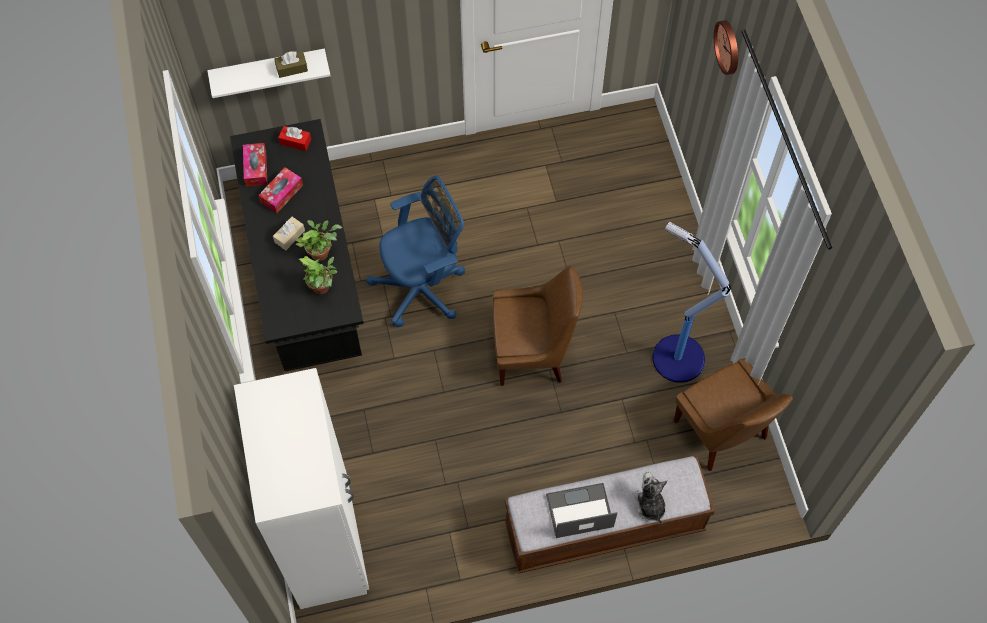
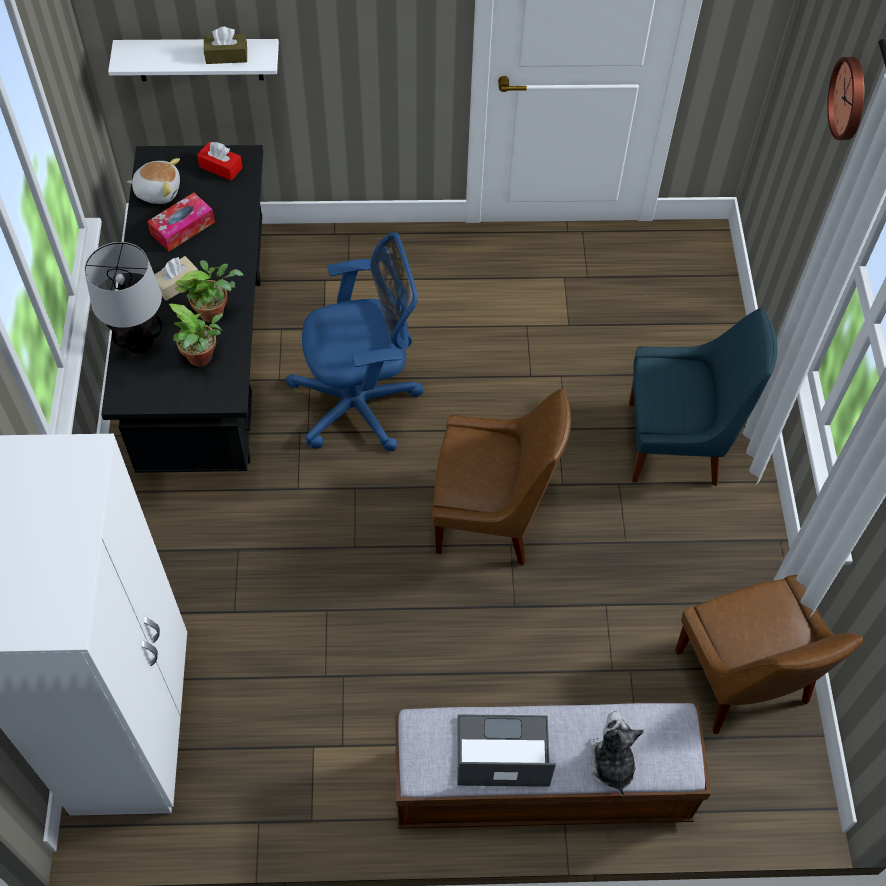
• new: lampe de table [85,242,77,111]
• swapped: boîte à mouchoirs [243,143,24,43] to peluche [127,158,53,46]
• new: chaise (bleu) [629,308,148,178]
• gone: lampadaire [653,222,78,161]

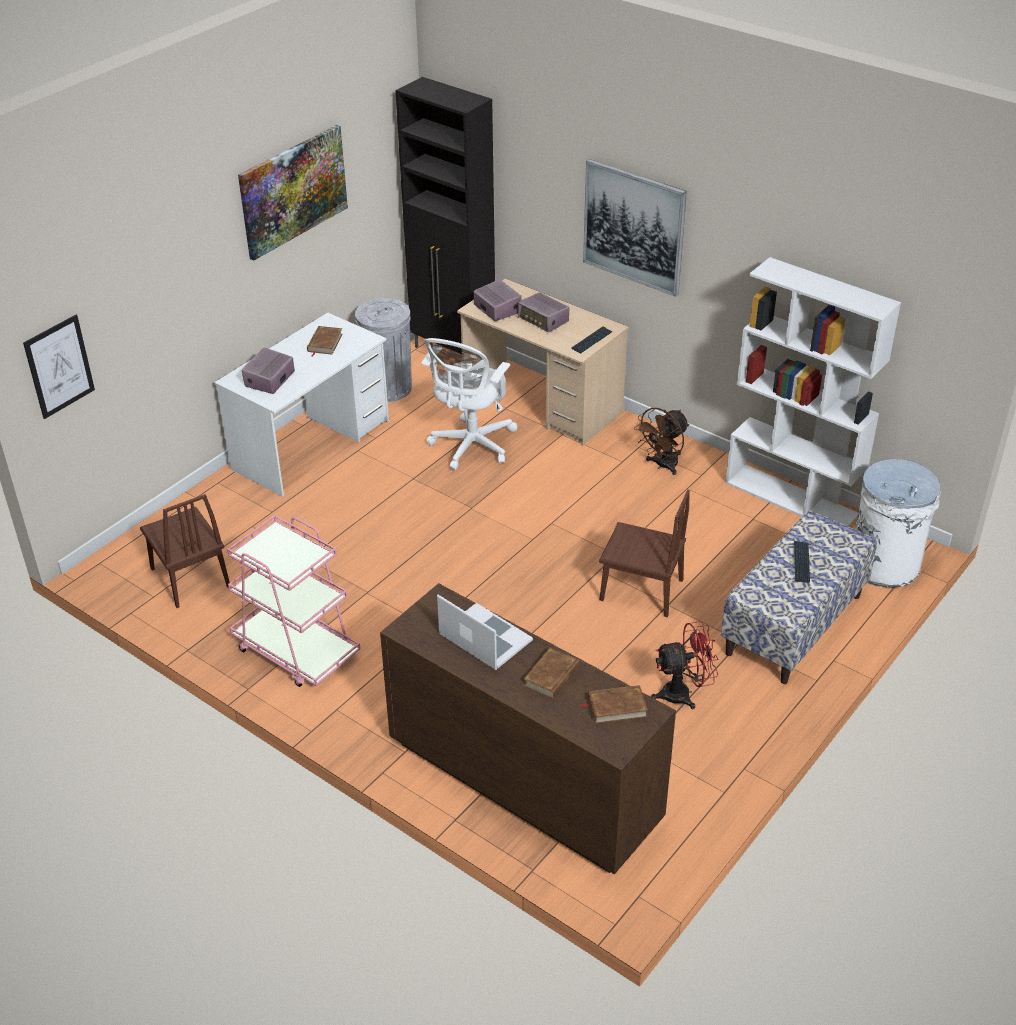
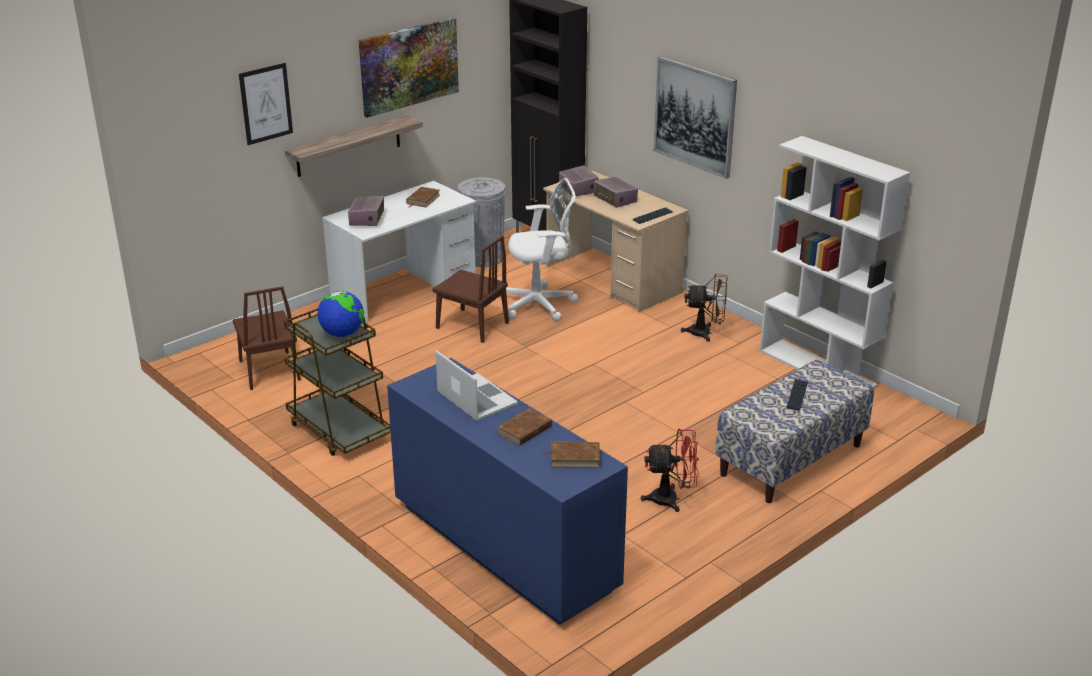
• shifted: tableau [23,315,72,104] to [239,63,54,82]
• repainted: chariot (rose) [227,515,133,172] to chariot (marron) [284,308,107,148]
• new: étagère [285,115,138,62]
• new: globe [317,291,47,46]
• rotated: radio [242,348,53,46] = [348,196,36,30] 150 degrees clockwise
• repainted: commode (marron) [380,583,296,291] to commode (bleu) [387,358,241,267]
• shifted: chaise (marron) [599,490,91,127] to [432,236,77,107]
• rotated: chaise de bureau (blanc) [421,338,96,132] = [499,178,79,143] 135 degrees counterclockwise
• rotated: ventilateur (marron) [634,408,55,67] = [681,274,46,68] 135 degrees counterclockwise
• gone: poubelle (blanc) [855,459,86,129]

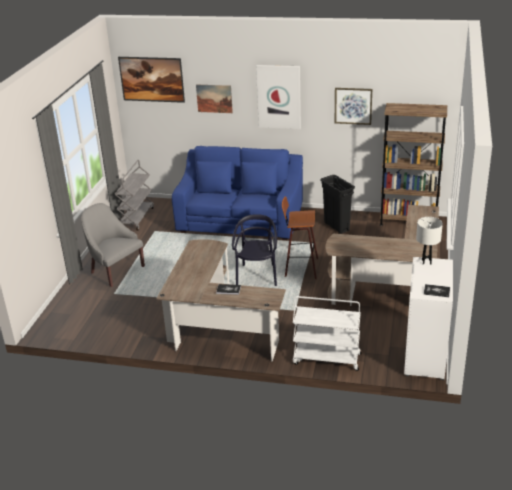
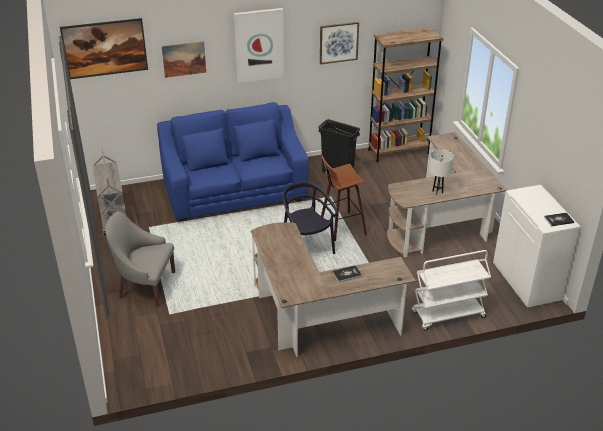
• shifted: lampe de table (blanc) [416,217,27,48] to [429,149,25,46]

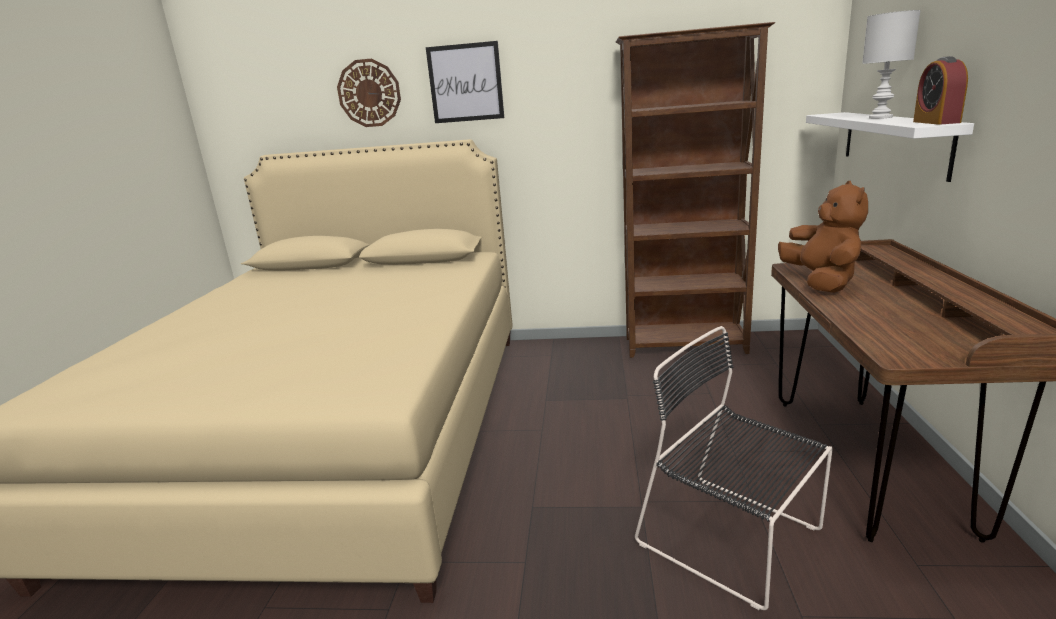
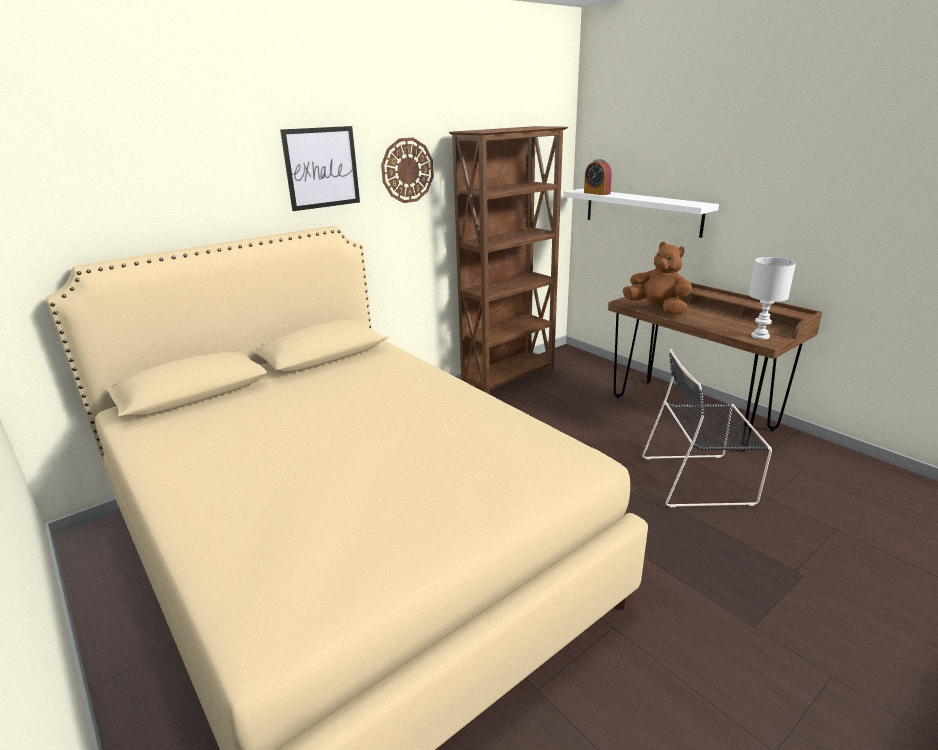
• shifted: horloge murale [337,59,64,68] to [381,138,53,65]
• shifted: réveil [913,56,55,69] to [584,159,28,36]
• shifted: lampe de table (blanc) [862,10,59,109] to [749,257,47,82]

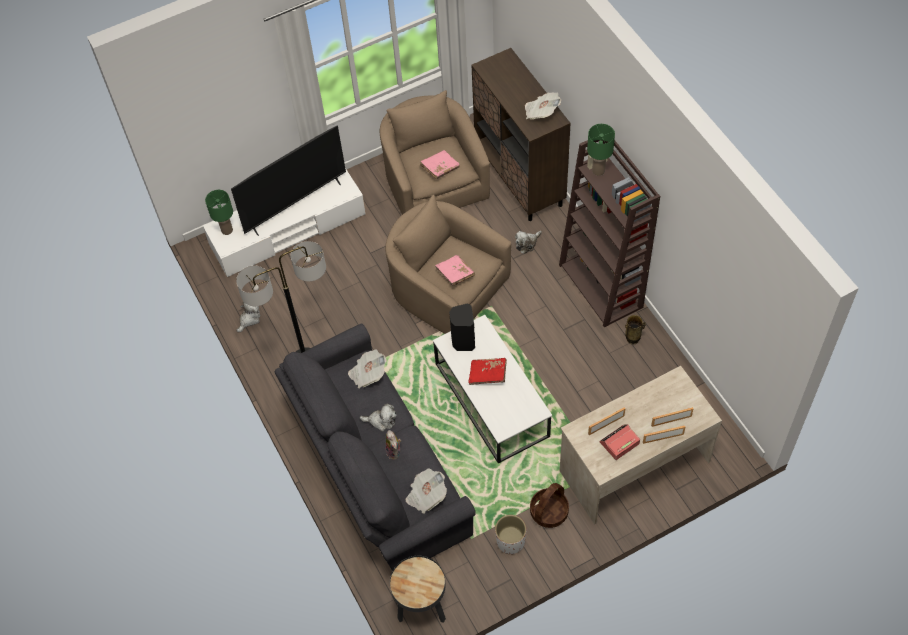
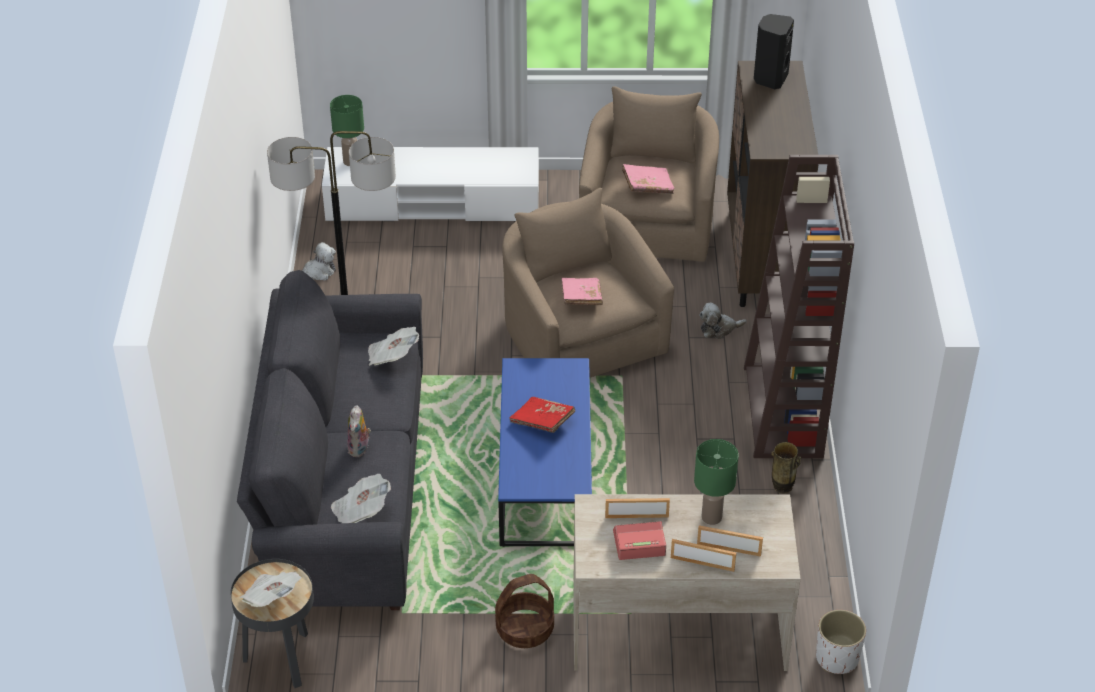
• shifted: journal [525,93,36,26] to [240,572,61,35]
• repainted: table basse (blanc) [433,315,119,148] to table basse (bleu) [498,358,94,189]
• shifted: lampe de table (vert) [587,124,28,52] to [694,439,45,86]
• shifted: enceinte (noir) [449,304,26,47] to [754,14,40,75]
• shifted: cache-pot (blanc) [495,515,31,39] to [816,610,50,64]
• gone: téléviseur [231,126,115,110]
• gone: peluche [360,404,37,28]

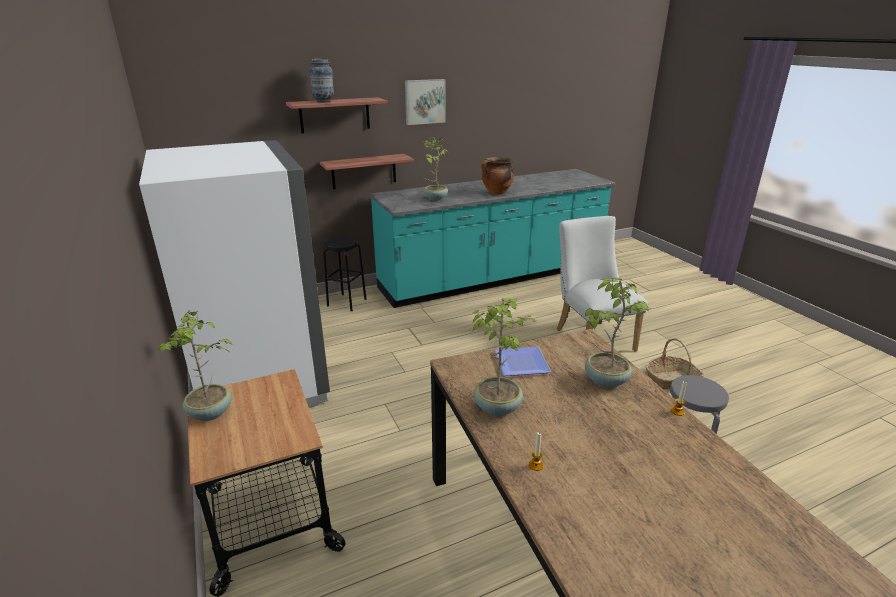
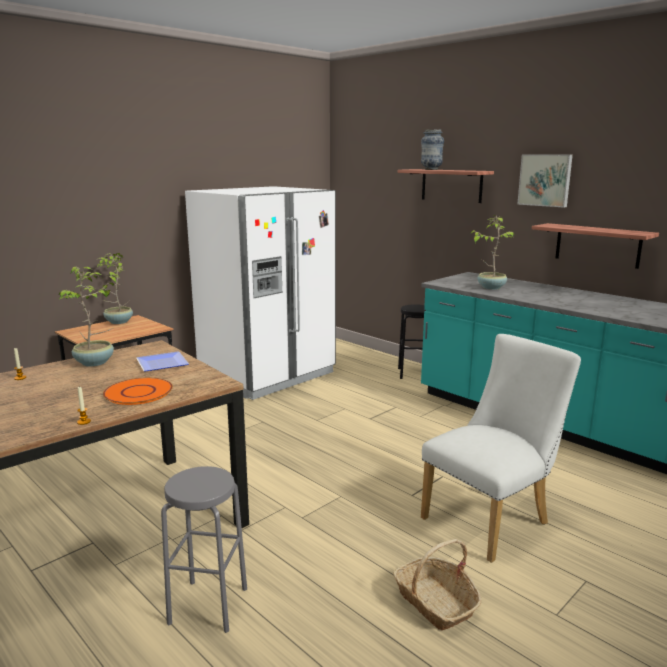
• swapped: plante en pot [585,278,64,110] to assiette (orange) [103,378,70,27]
• shifted: étagère [320,154,94,35] to [532,223,127,46]
• gone: marmite [481,157,33,38]

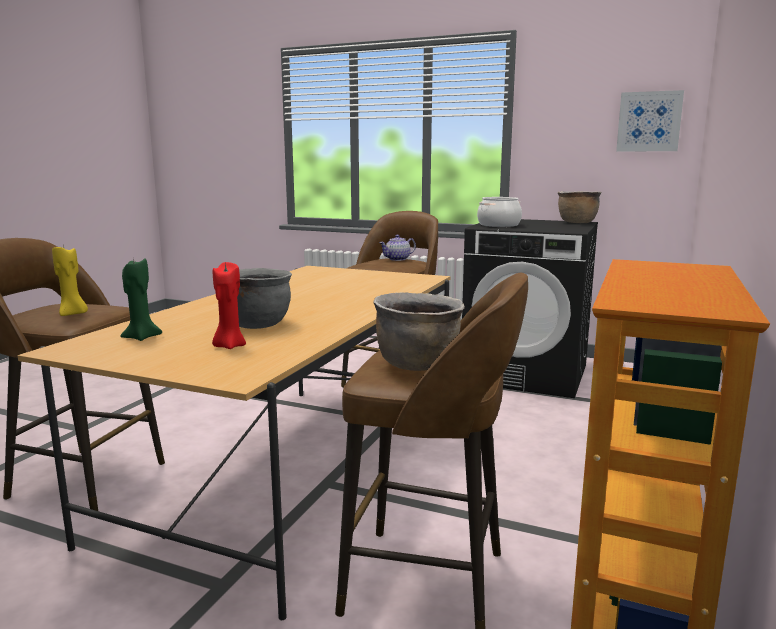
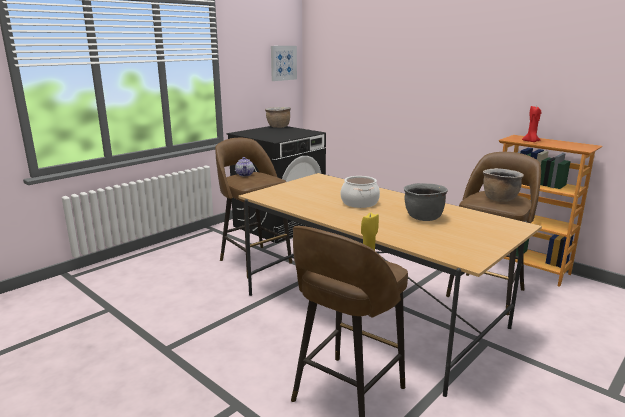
• shifted: marmite [477,197,45,30] to [341,176,39,32]
• shifted: bougie (rouge) [212,262,34,87] to [522,106,19,36]
• gone: bougie (vert) [120,257,42,84]

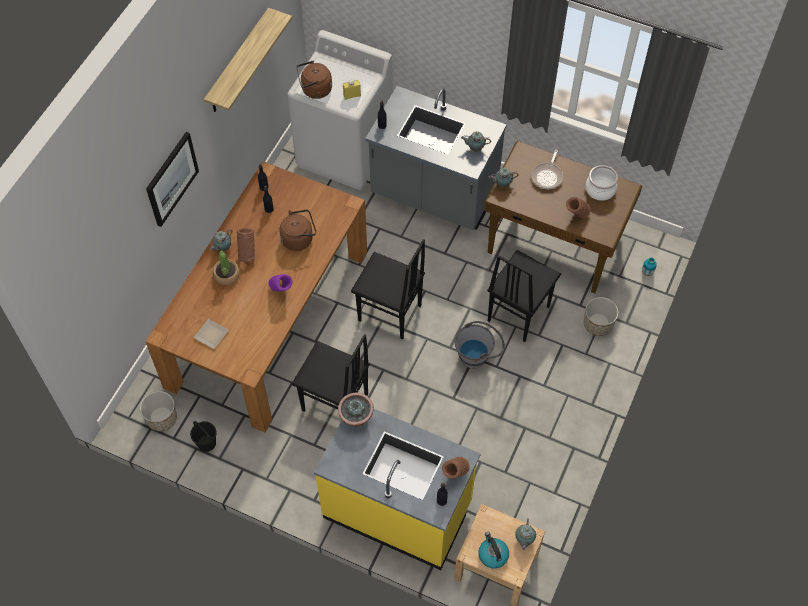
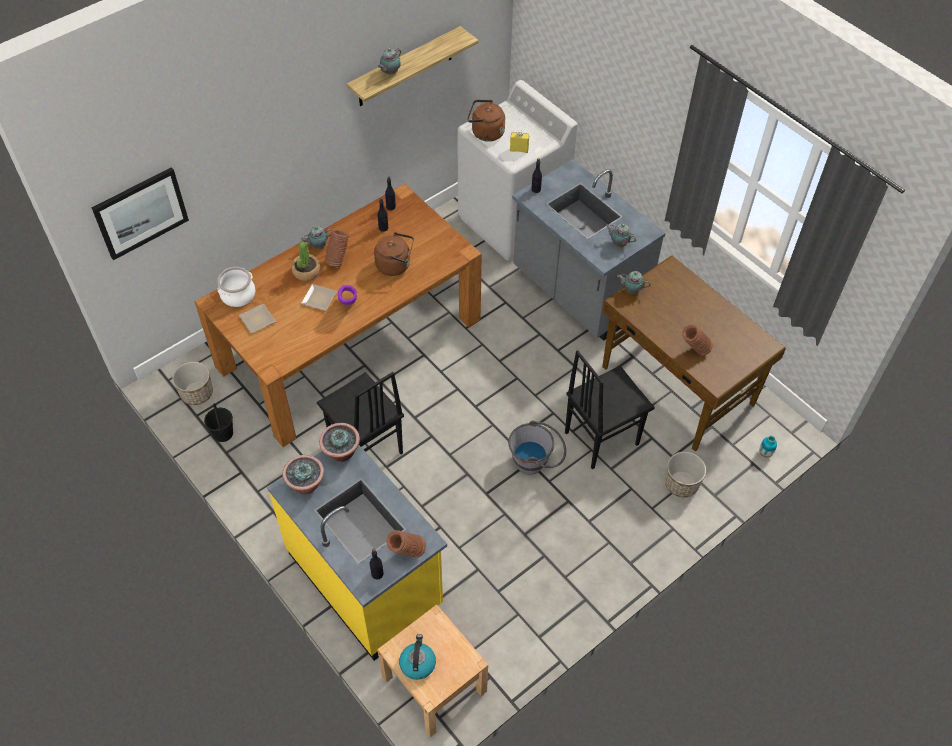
• shifted: tableau [146,132,53,95] to [92,167,97,93]
• shifted: marmite [585,165,33,36] to [217,267,38,40]
• new: plante en pot [282,455,42,40]
• new: assiette [301,284,36,27]
• shifted: théière [515,518,21,32] to [378,48,23,27]
• gone: chaise (noir) [351,239,74,101]
• gone: poêle [531,150,32,39]

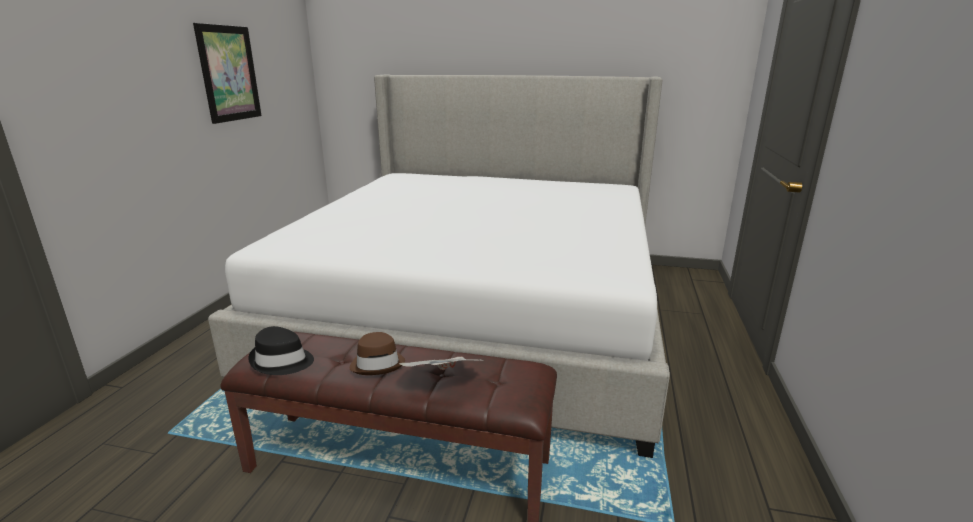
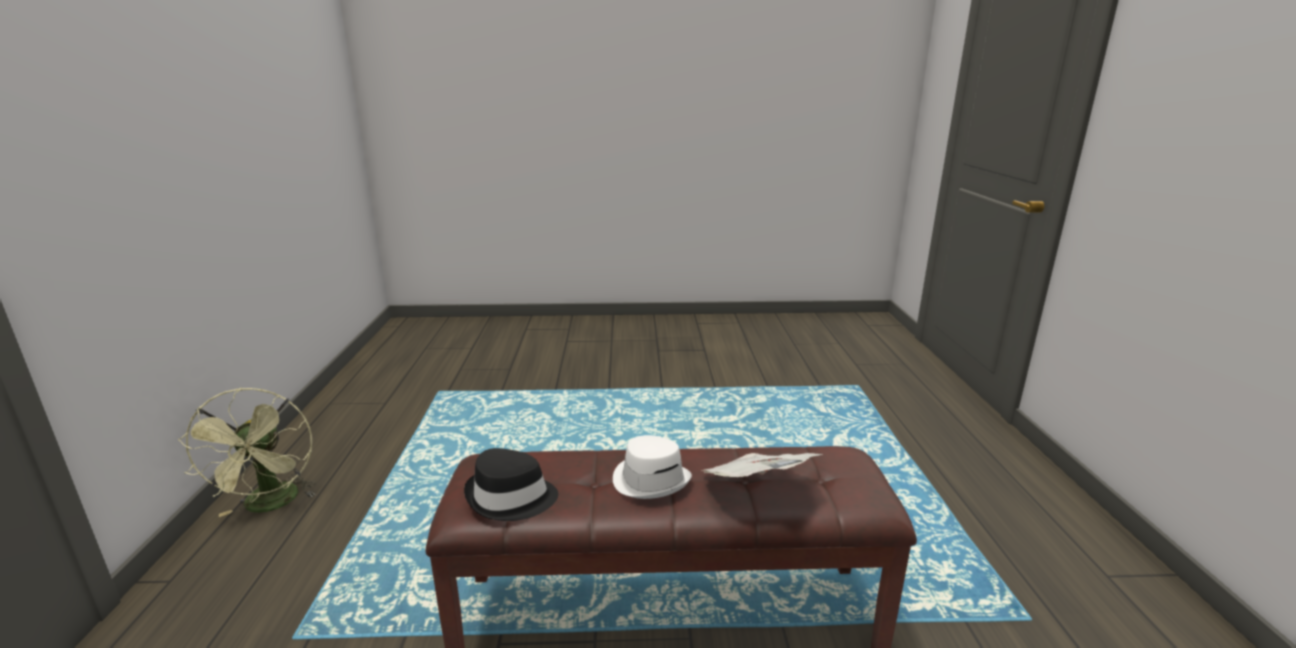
• new: ventilateur (vert) [178,388,138,129]
• repainted: chapeau (marron) [350,332,55,43] to chapeau (blanc) [613,435,79,64]
• gone: tableau [193,23,69,101]
• gone: lit [208,74,462,384]

